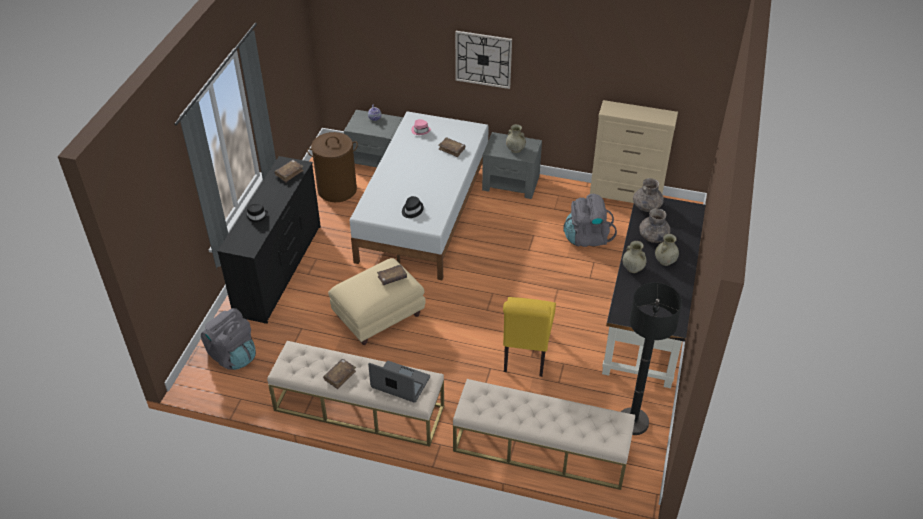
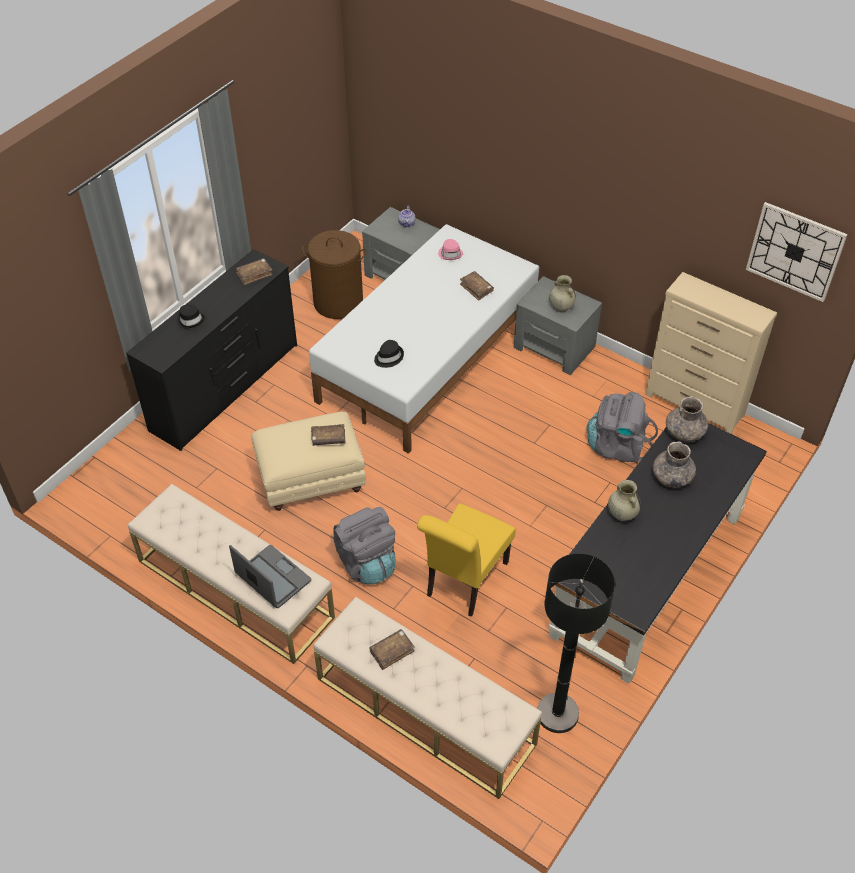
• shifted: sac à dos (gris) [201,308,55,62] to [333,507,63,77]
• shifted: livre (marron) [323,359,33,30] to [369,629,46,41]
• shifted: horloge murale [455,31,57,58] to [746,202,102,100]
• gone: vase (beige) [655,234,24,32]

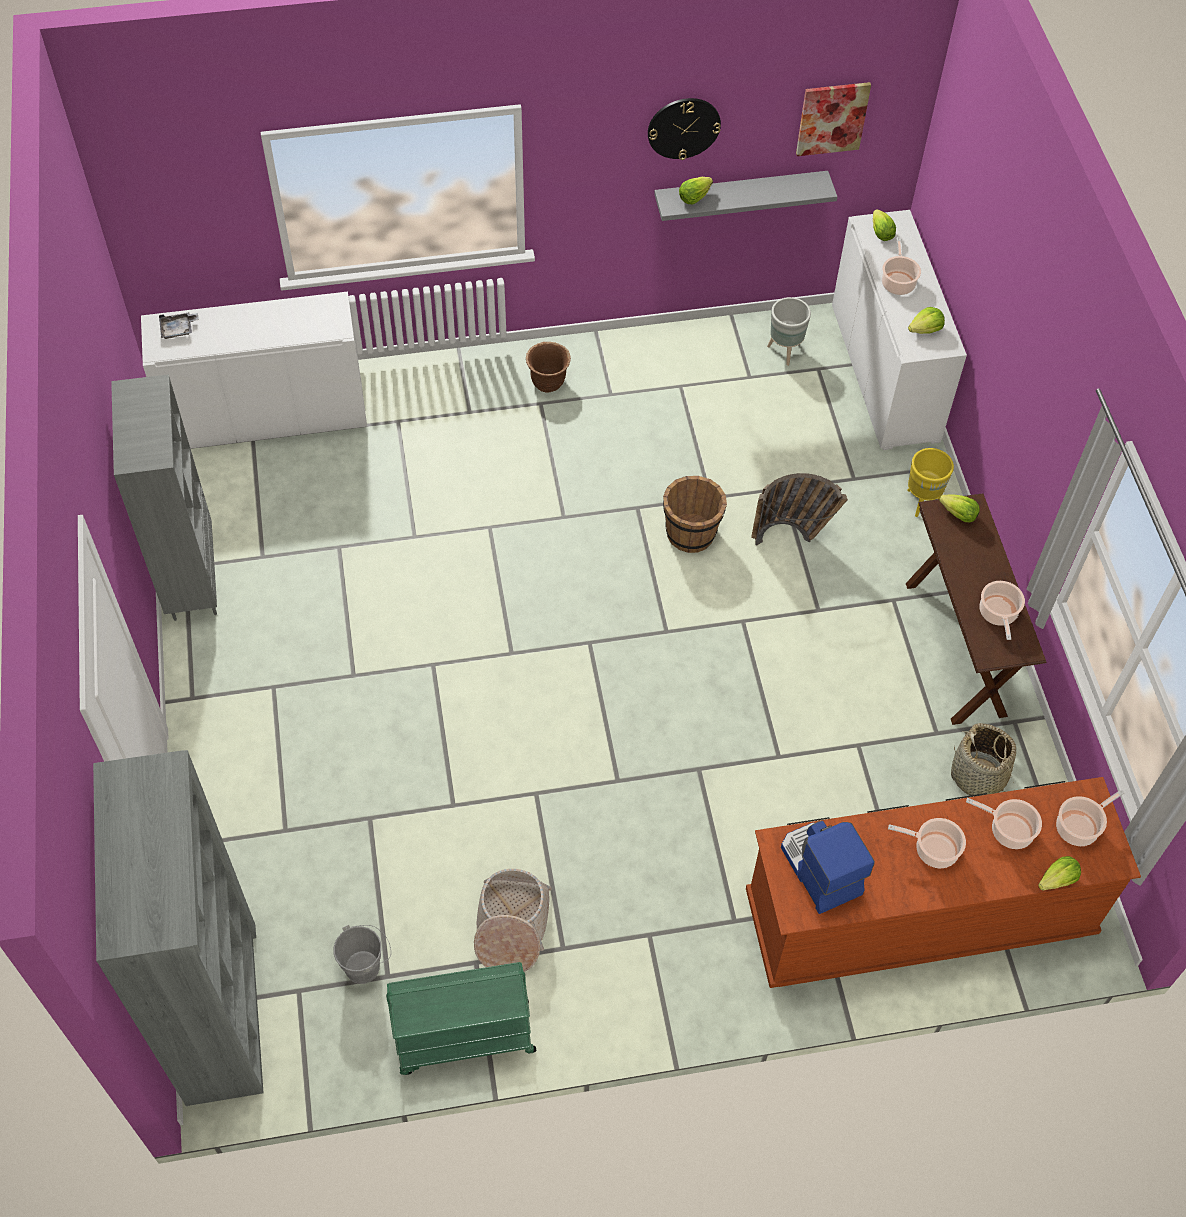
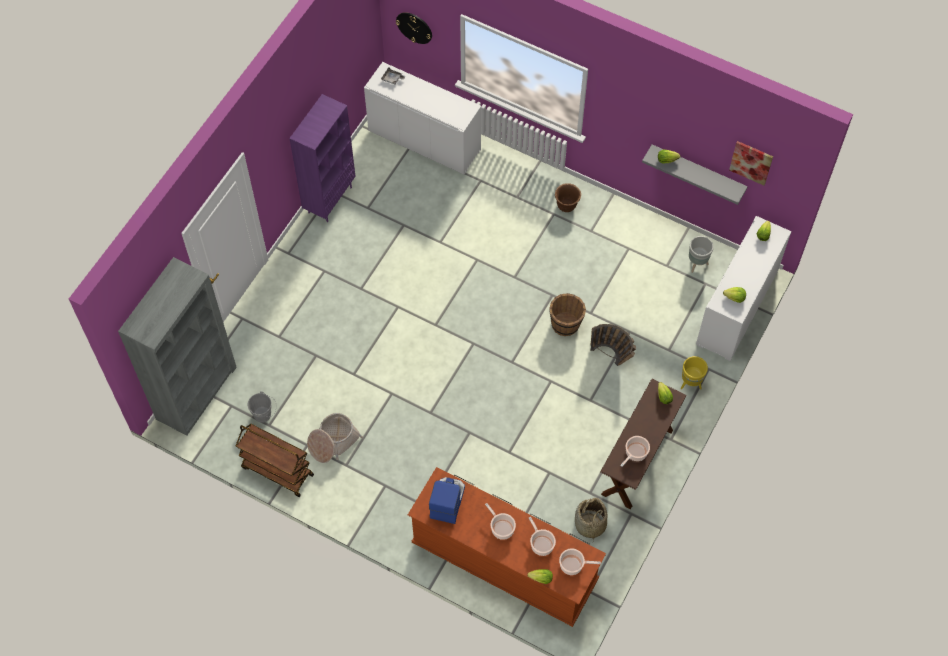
• repainted: chariot (vert) [386,962,150,113] to chariot (marron) [236,424,78,73]
• repainted: bibliothèque (gris) [111,374,106,247] to bibliothèque (violet) [289,94,67,128]
• shifted: horloge murale [648,98,73,62] to [396,12,36,32]
• gone: marmite [882,237,39,58]

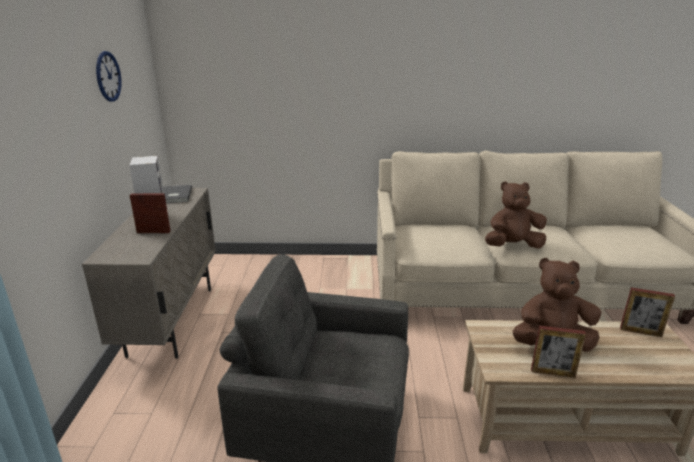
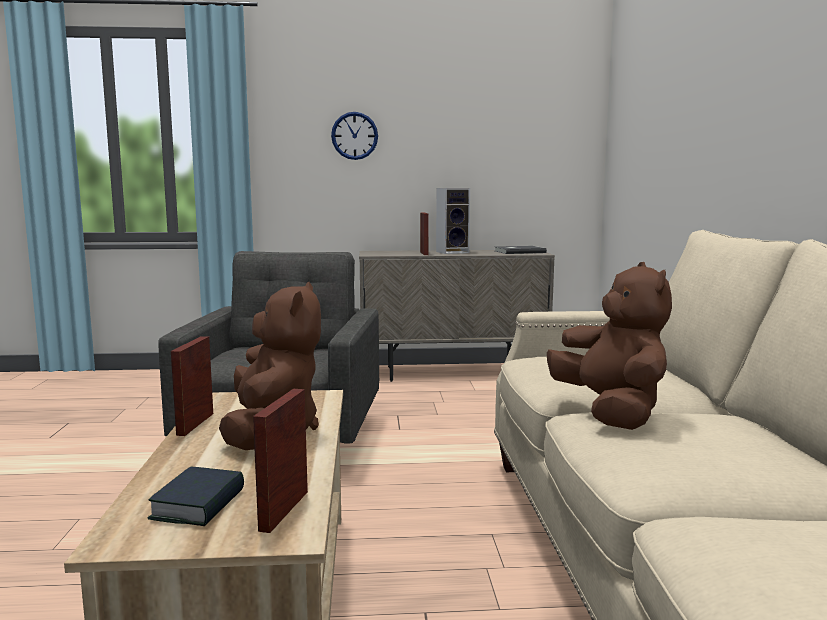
• new: livre [147,466,97,60]
• shifted: horloge murale [96,51,26,51] to [331,112,47,48]

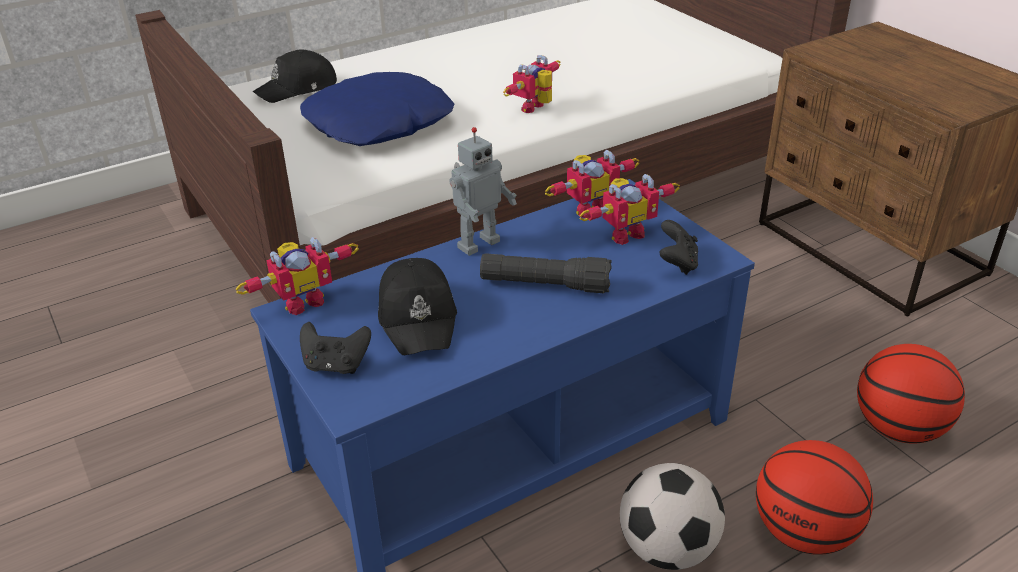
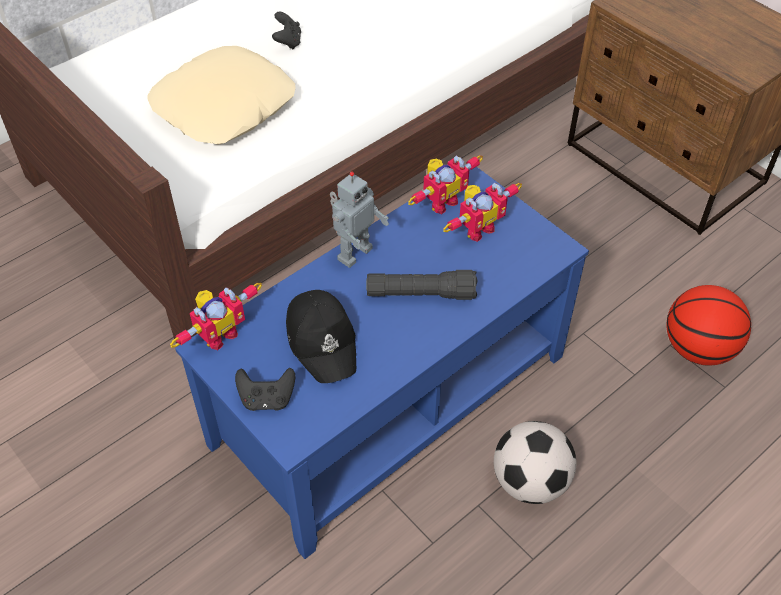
• repainted: coussin (bleu) [300,72,155,74] to coussin (beige) [147,46,148,99]
• shifted: manette (noir) [659,220,39,55] to [272,12,29,38]
• gone: casquette (noir) [253,49,84,54]
• gone: robot jouet [503,55,58,58]
• gone: ballon de basket [756,440,117,115]

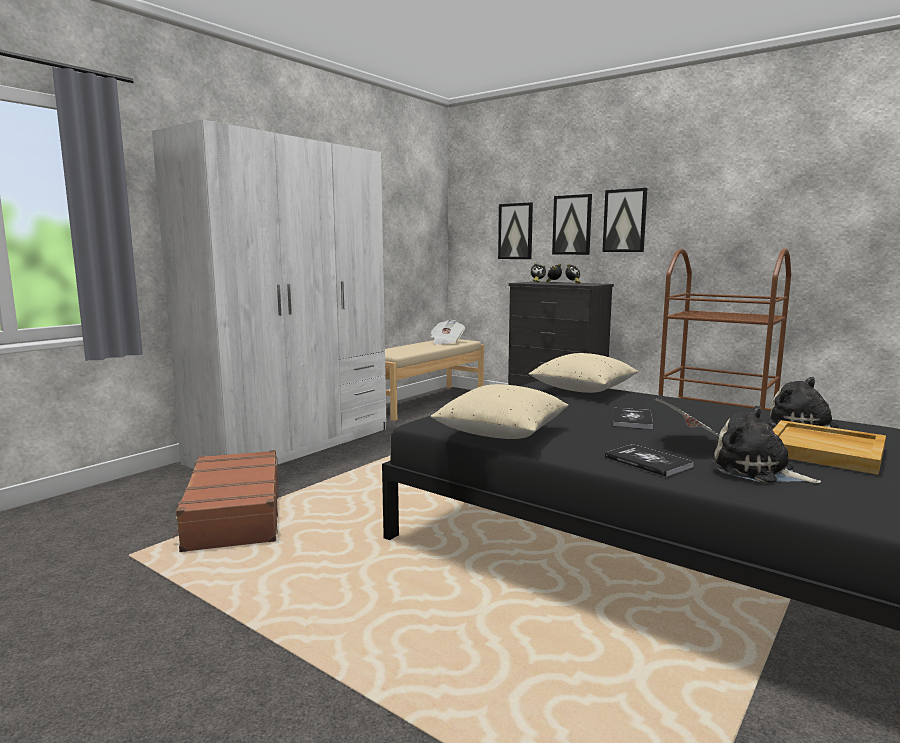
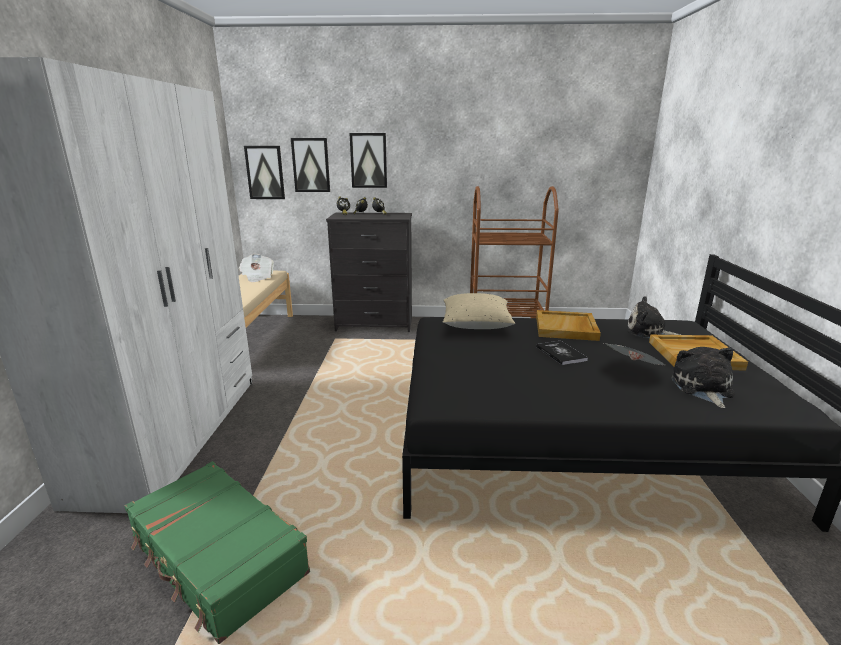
• repainted: valise (marron) [173,450,106,102] to valise (vert) [125,461,185,183]
• shifted: tableau [603,188,44,64] to [244,146,41,53]
• new: plateau (beige) [536,310,65,31]
• rotated: peluche [711,406,110,77] = [671,347,64,61] 90 degrees clockwise
• gone: coussin (beige) [431,384,137,55]
• gone: livre [605,444,89,33]

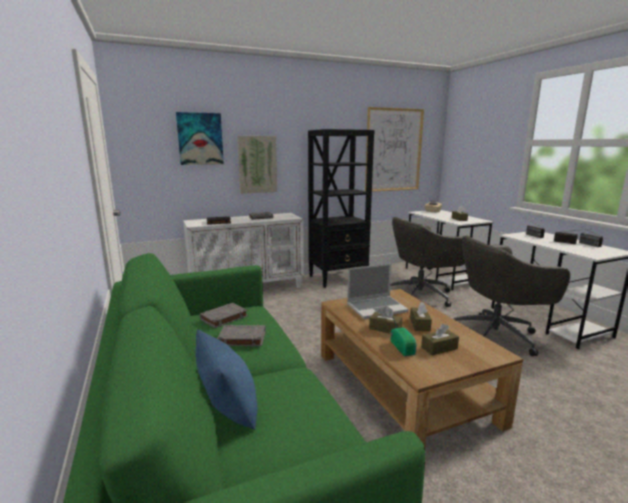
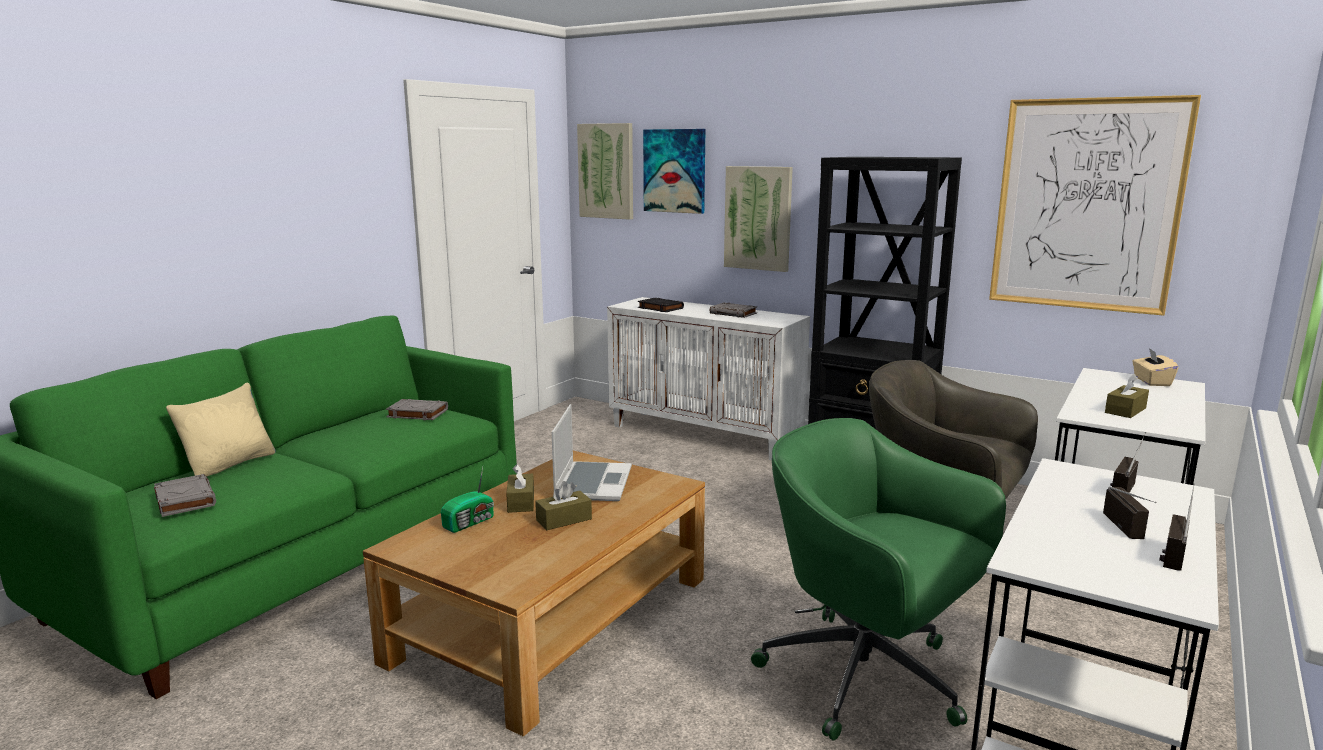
• shifted: livre (gris) [217,325,49,22] to [154,474,62,43]
• repainted: coussin (bleu) [195,329,62,101] to coussin (beige) [166,383,110,94]
• rotated: ordinateur portable [347,263,62,56] = [552,404,80,97] 120 degrees counterclockwise
• new: tableau [577,123,56,97]
• repainted: chaise de bureau (gris) [453,235,117,121] to chaise de bureau (vert) [751,418,255,323]
• gone: boîte à mouchoirs (marron) [421,324,38,31]

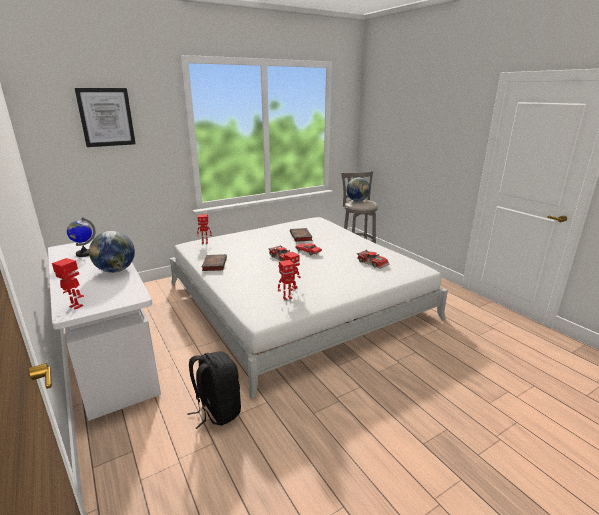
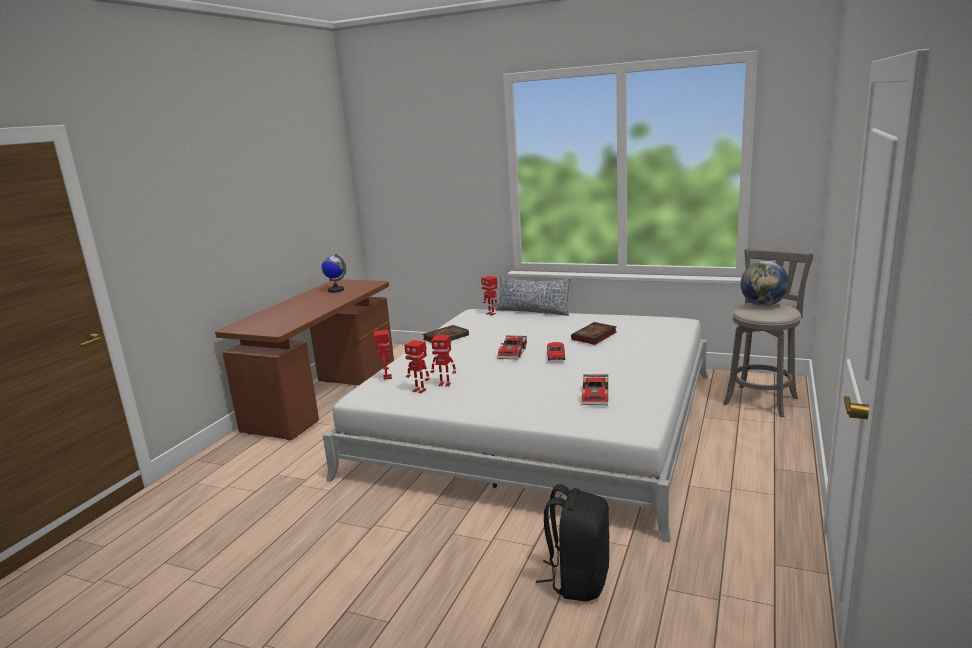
• repainted: bureau (blanc) [48,241,113,180] to bureau (marron) [215,279,179,161]
• shifted: robot jouet [52,258,32,51] to [374,330,18,50]
• new: coussin [495,275,76,41]
• shifted: sac à dos (noir) [187,351,54,78] to [536,484,74,117]
• gone: tableau [75,88,61,59]
• gone: globe [89,231,46,42]

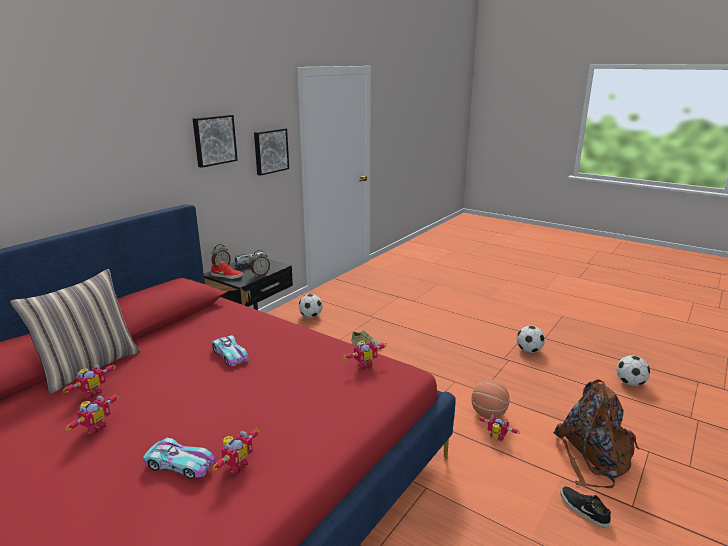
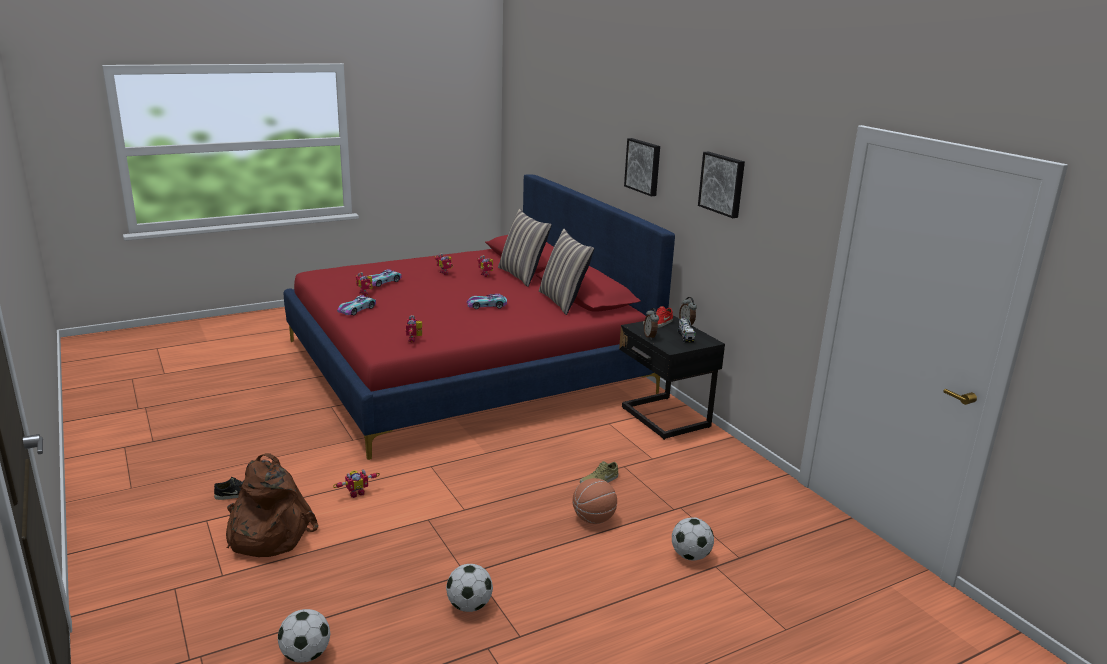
• new: petite voiture [337,295,39,20]
• new: coussin [539,229,55,86]
• shifted: ballon de basket [472,380,38,39] to [573,478,44,46]
• shifted: tableau [254,128,35,48] to [624,138,36,58]
• shifted: ballon de foot [299,294,24,24] to [672,518,42,42]

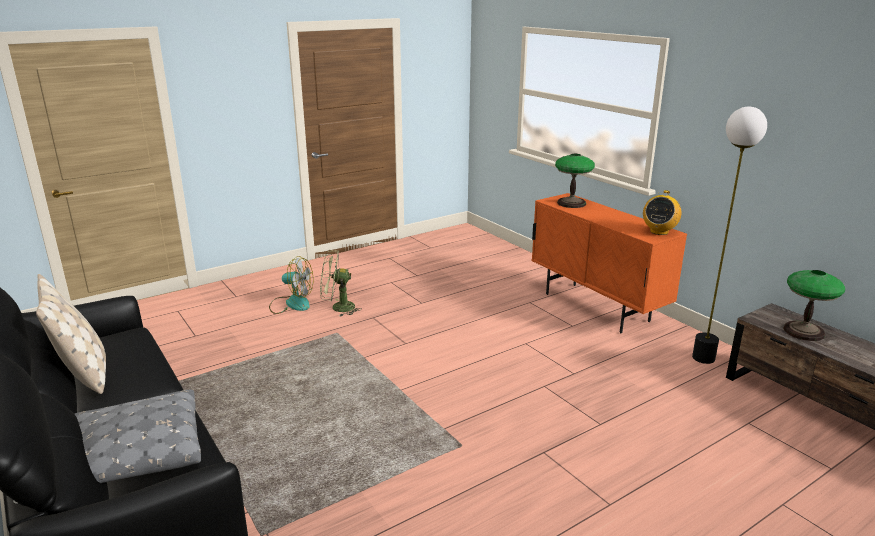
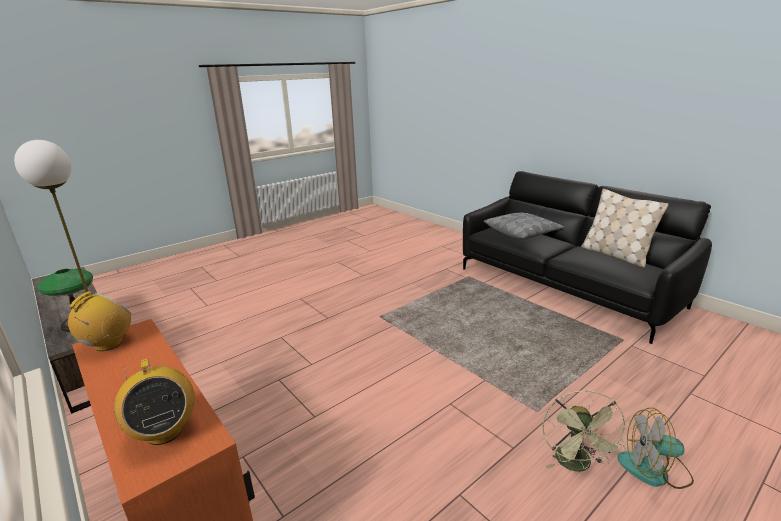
• swapped: lampe de table [555,154,40,54] to radio [114,358,81,87]
• rotated: ventilateur (vert) [320,250,42,67] = [542,390,88,82] 105 degrees clockwise

